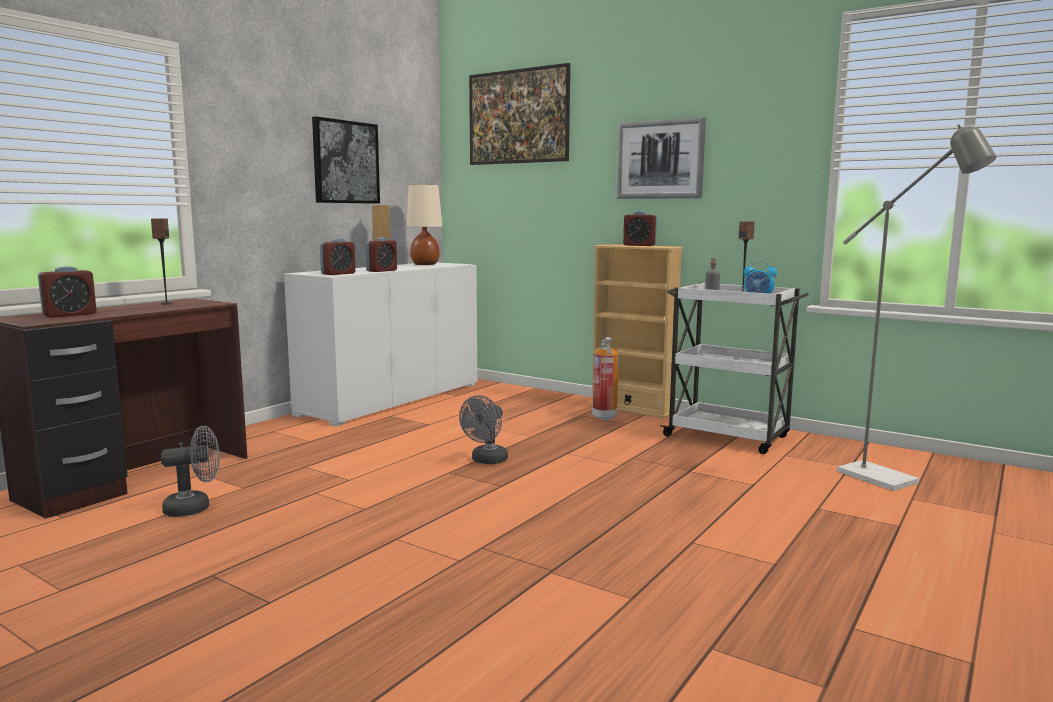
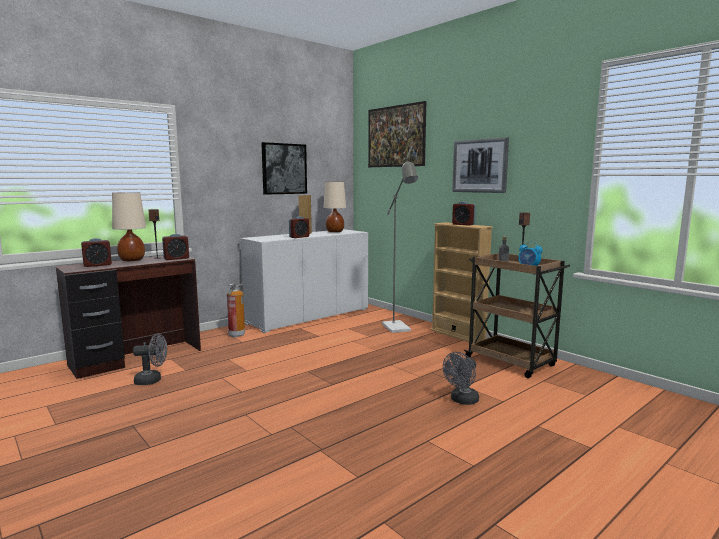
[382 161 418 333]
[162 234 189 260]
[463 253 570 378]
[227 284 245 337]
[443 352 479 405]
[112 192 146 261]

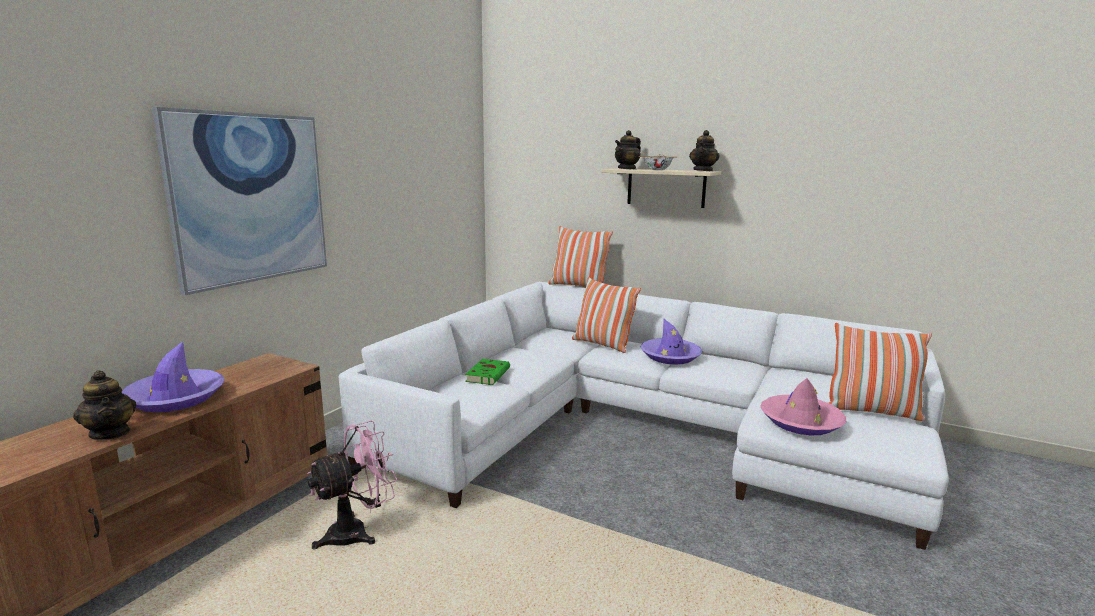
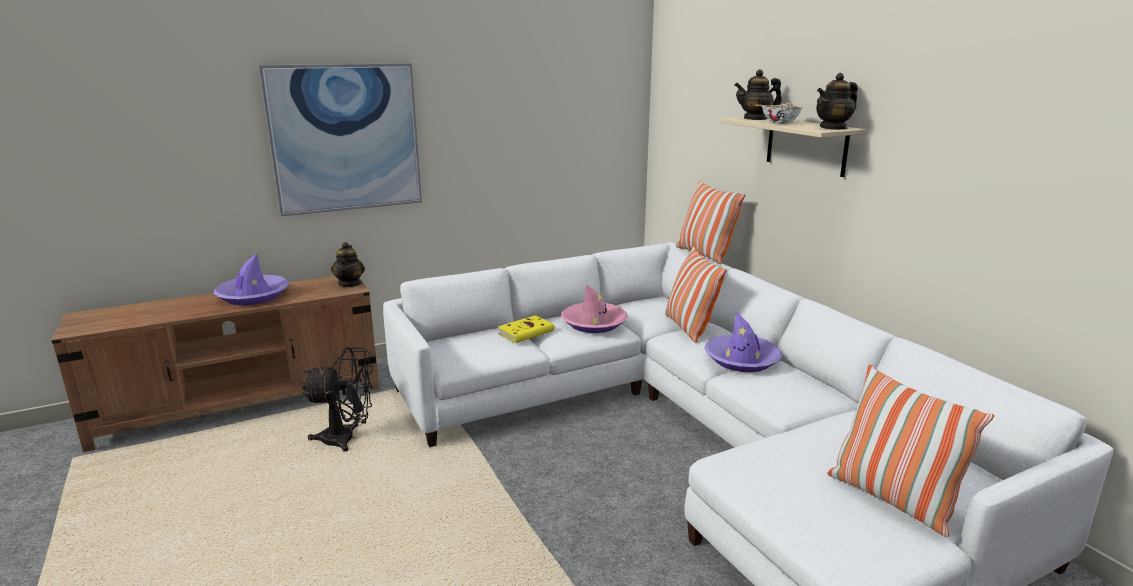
[498 315 554 343]
[331 242 365 287]
[561 285 628 333]
[302 347 374 452]

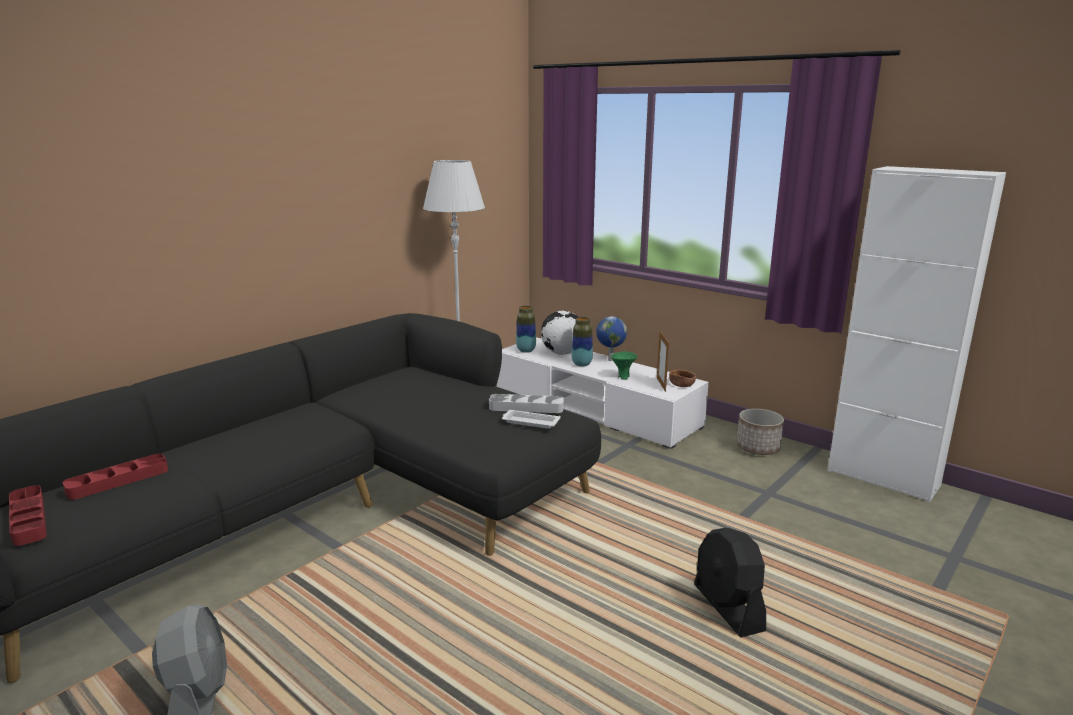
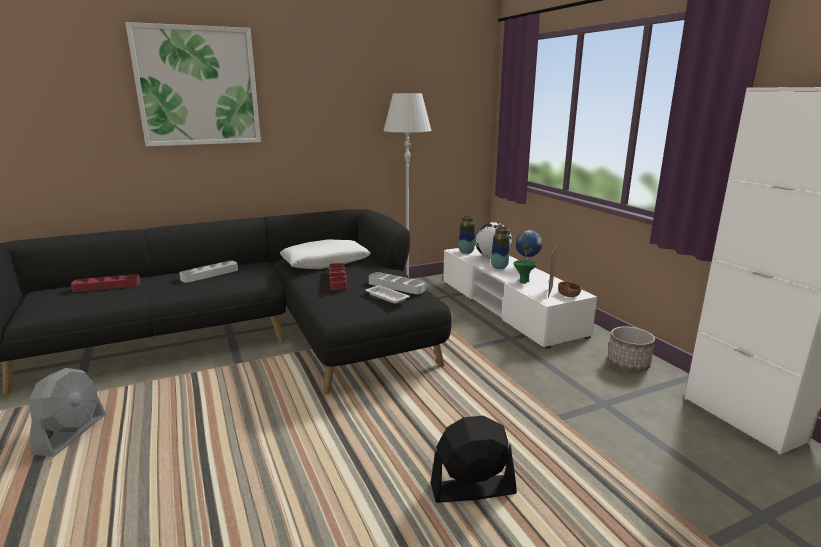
[329 263 347 290]
[431 416 517 503]
[125 22 261 147]
[280 239 371 269]
[179 261 238 283]

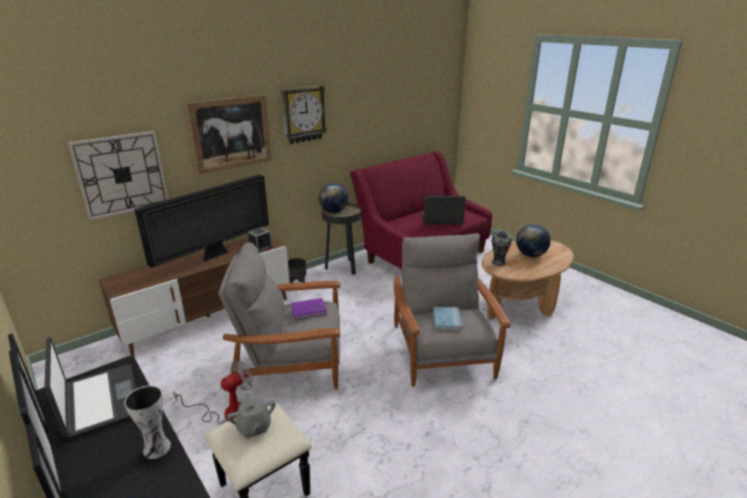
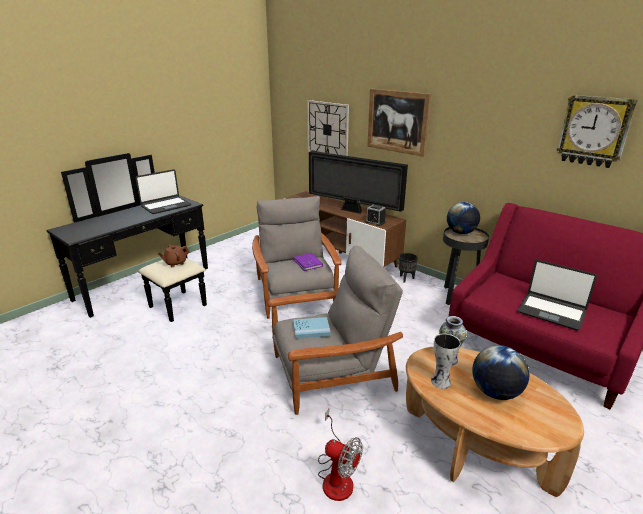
[557 95 638 168]
[518 260 597 330]
[318 409 363 501]
[431 334 461 389]
[158 245 189 267]

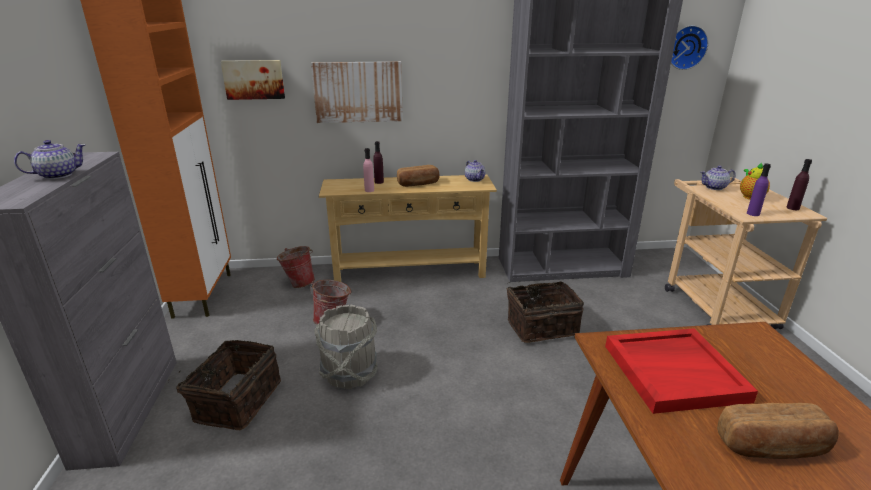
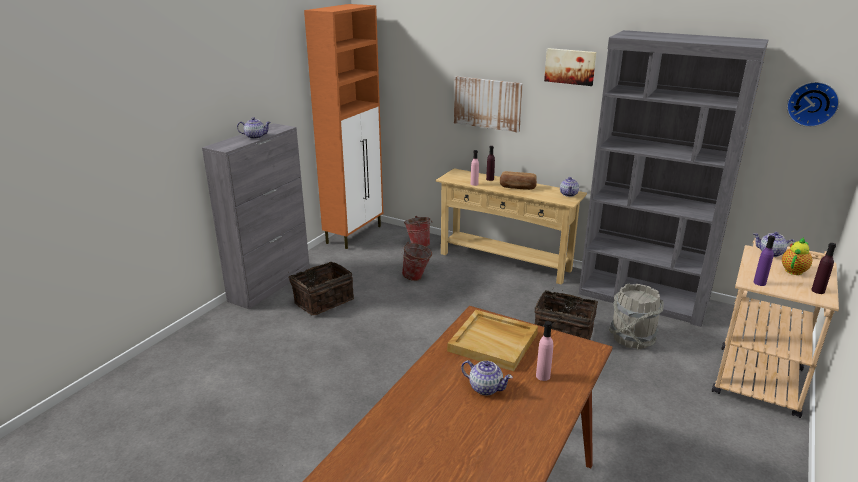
[544 48 597 86]
[609 284 664 349]
[447 310 538 371]
[461 360 513 395]
[536 321 553 381]

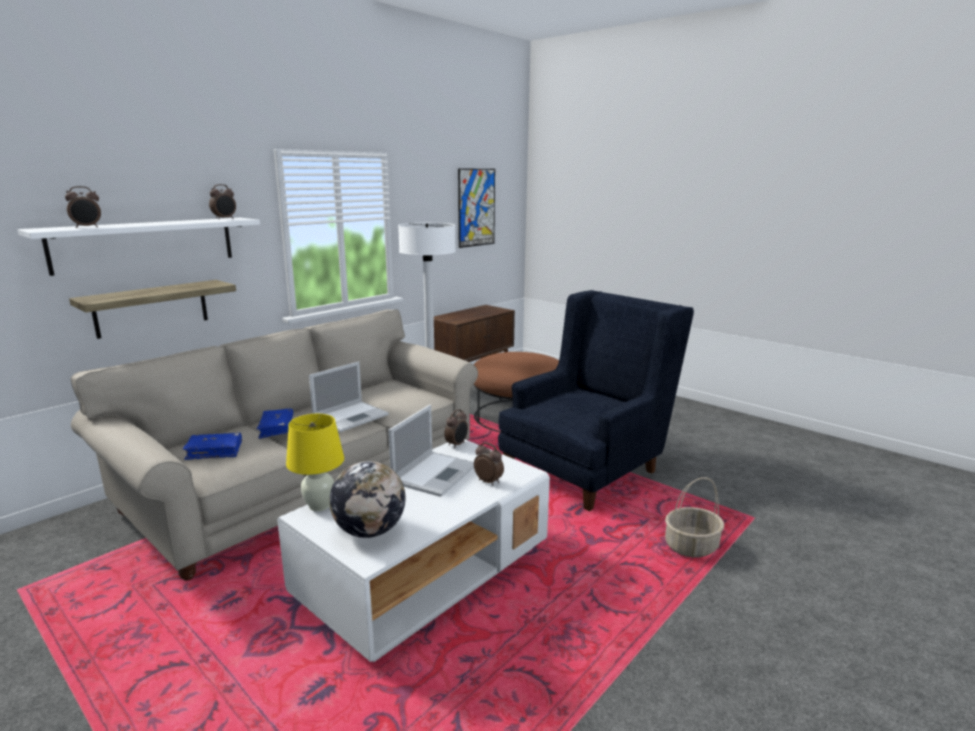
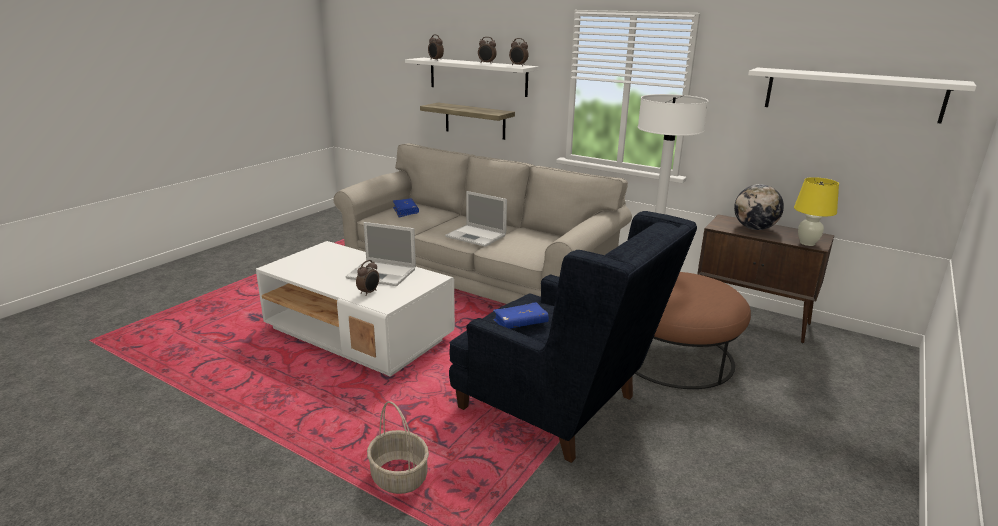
[748 67 976 124]
[493 302 549 329]
[478 37 497 63]
[794 177 839 246]
[734 184 784 230]

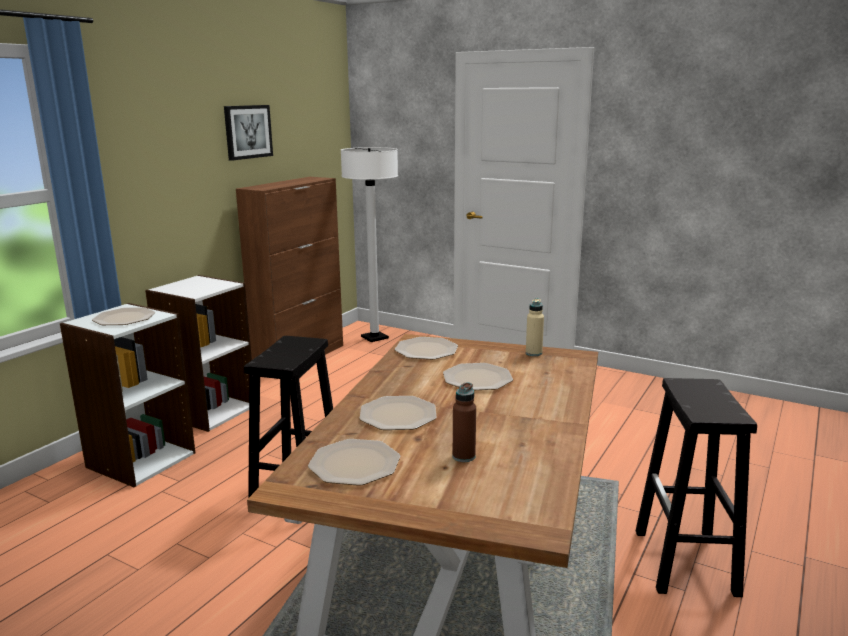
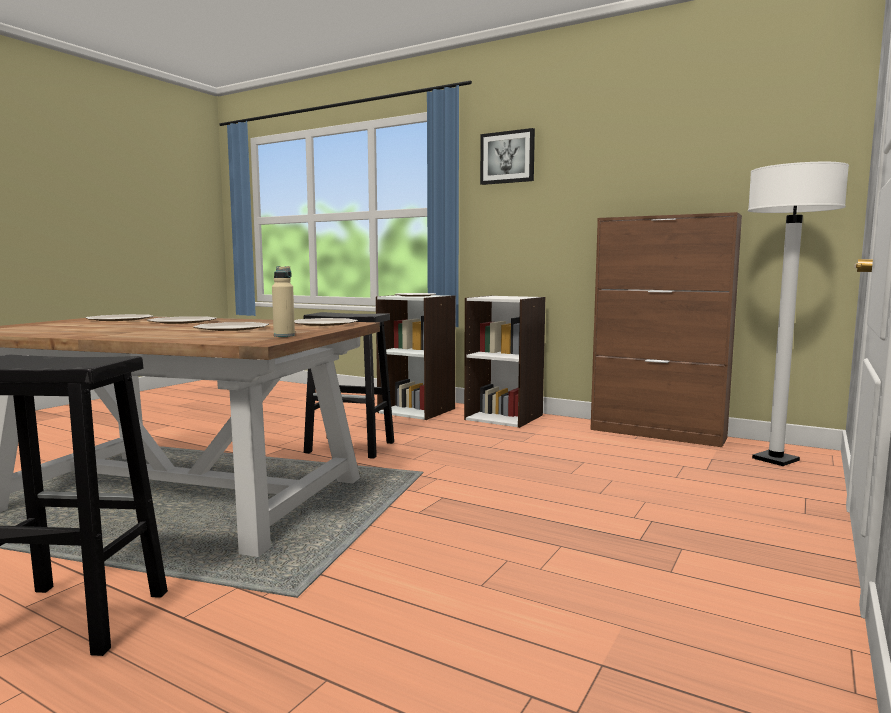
[480 128 535 185]
[453 382 476 462] (first image)

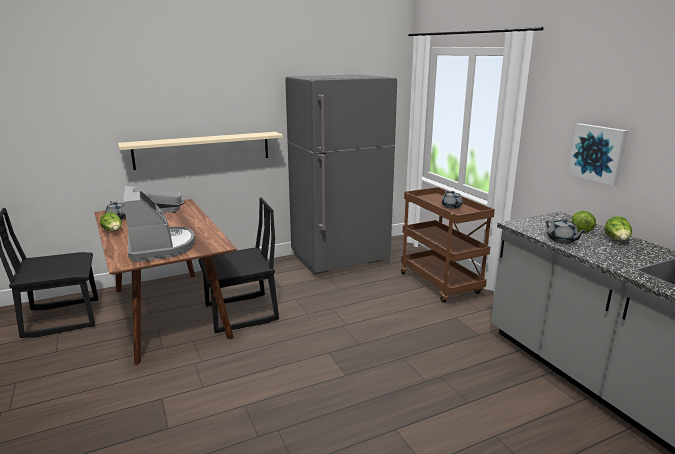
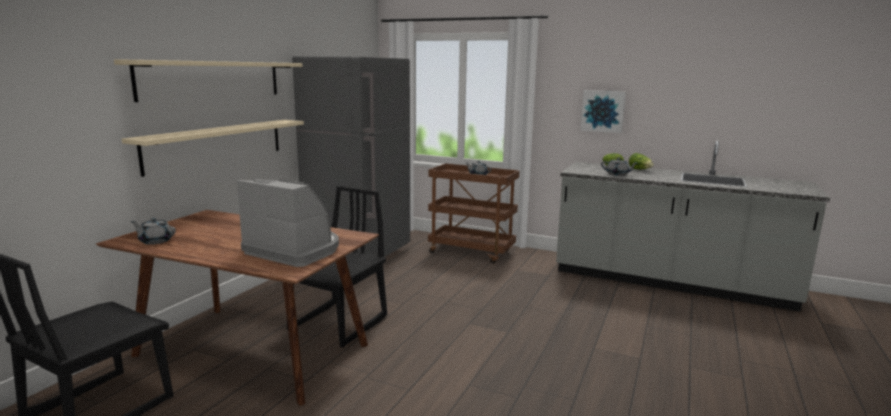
[100 212 122 231] (first image)
[114 59 303 102]

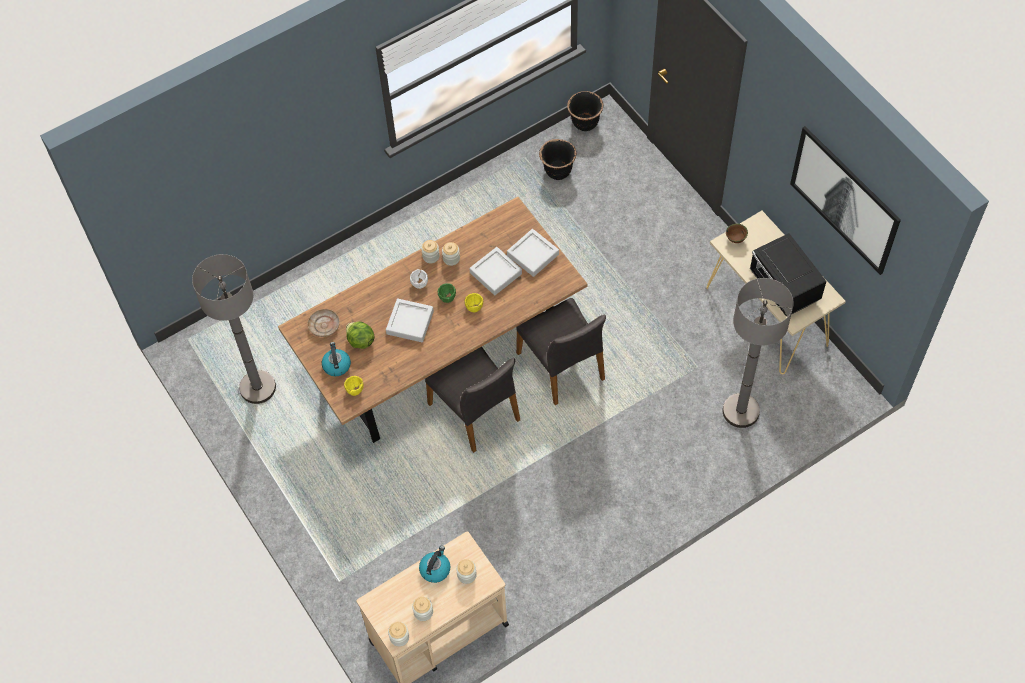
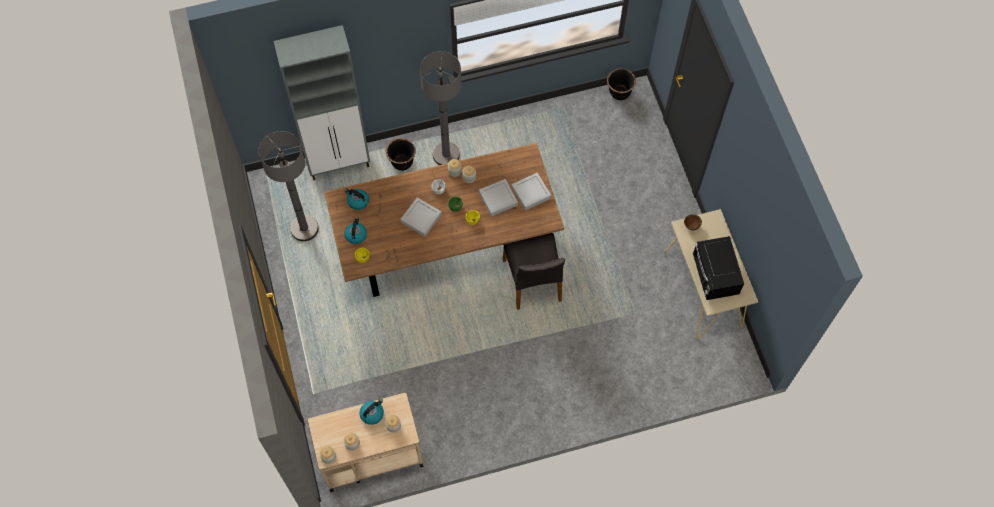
[790 126 901 275] (first image)
[385 138 416 171]
[420 51 462 165]
[345 189 369 210]
[346 322 375 349] (first image)
[425 347 520 453] (first image)
[274 25 370 180]

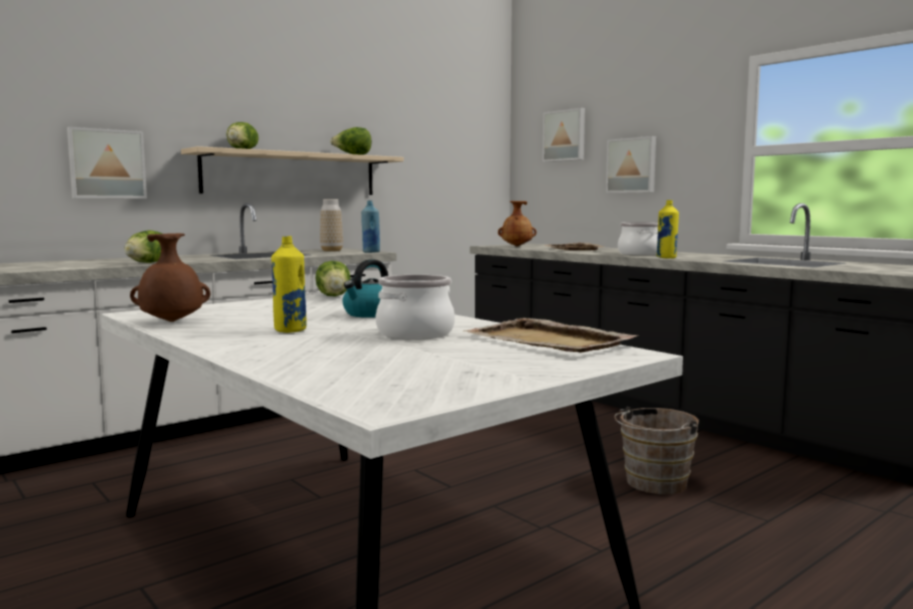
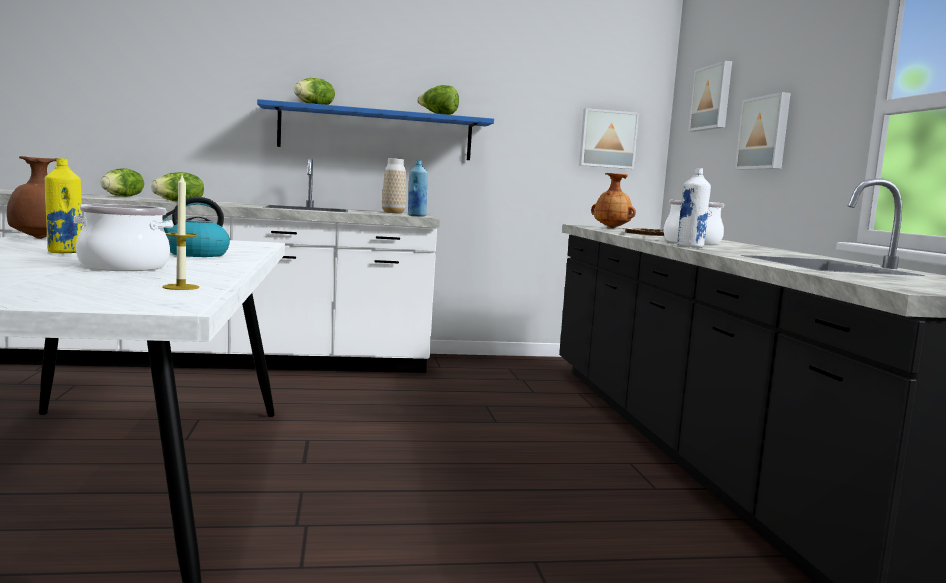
[579 108 639 169]
[257 99 494 160]
[677 168 711 248]
[100 168 144 197]
[163 175 199 290]
[614 407 699 494] (first image)

